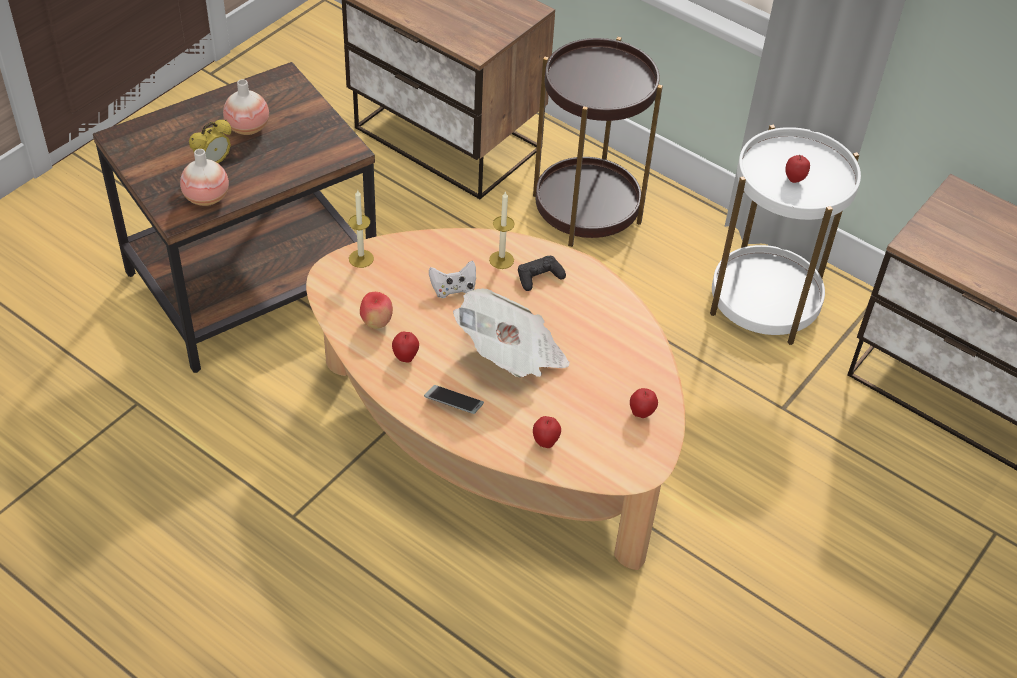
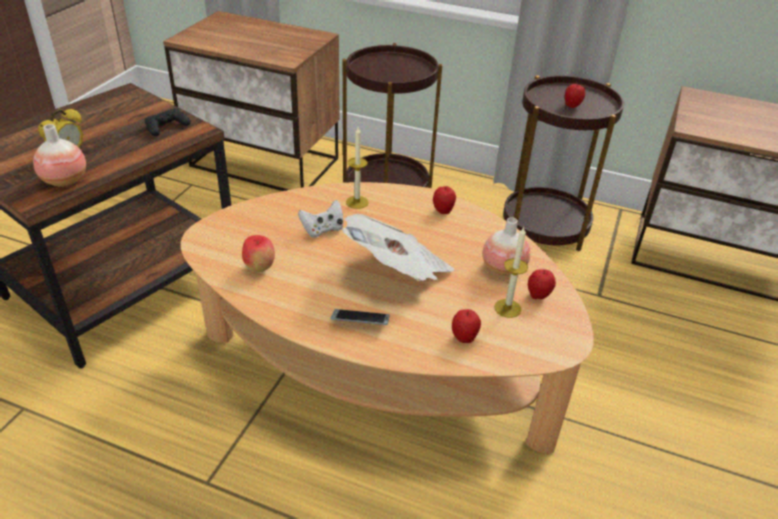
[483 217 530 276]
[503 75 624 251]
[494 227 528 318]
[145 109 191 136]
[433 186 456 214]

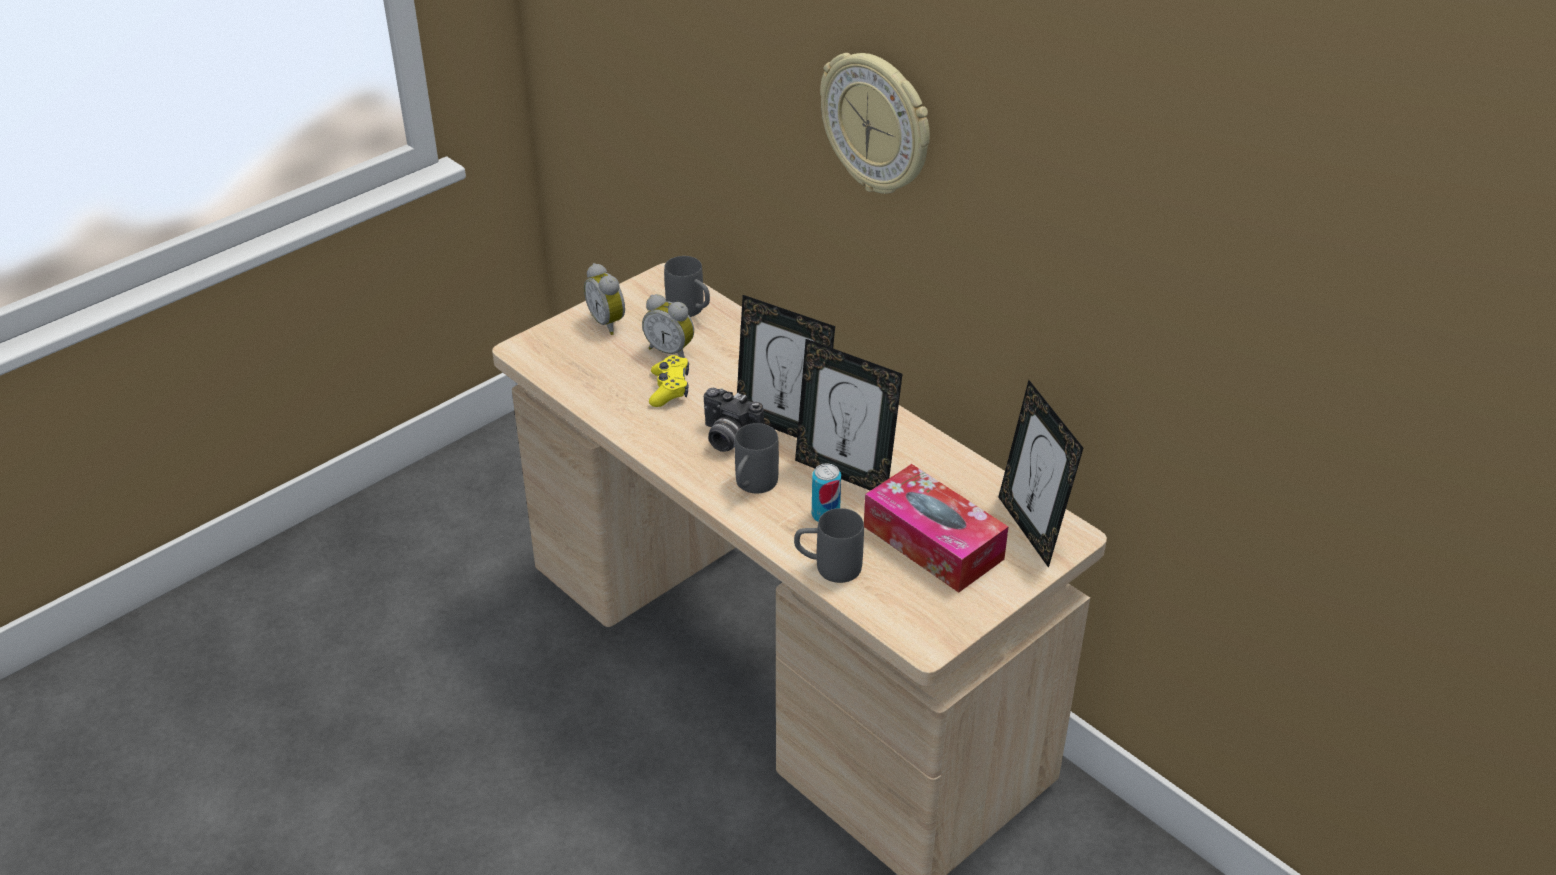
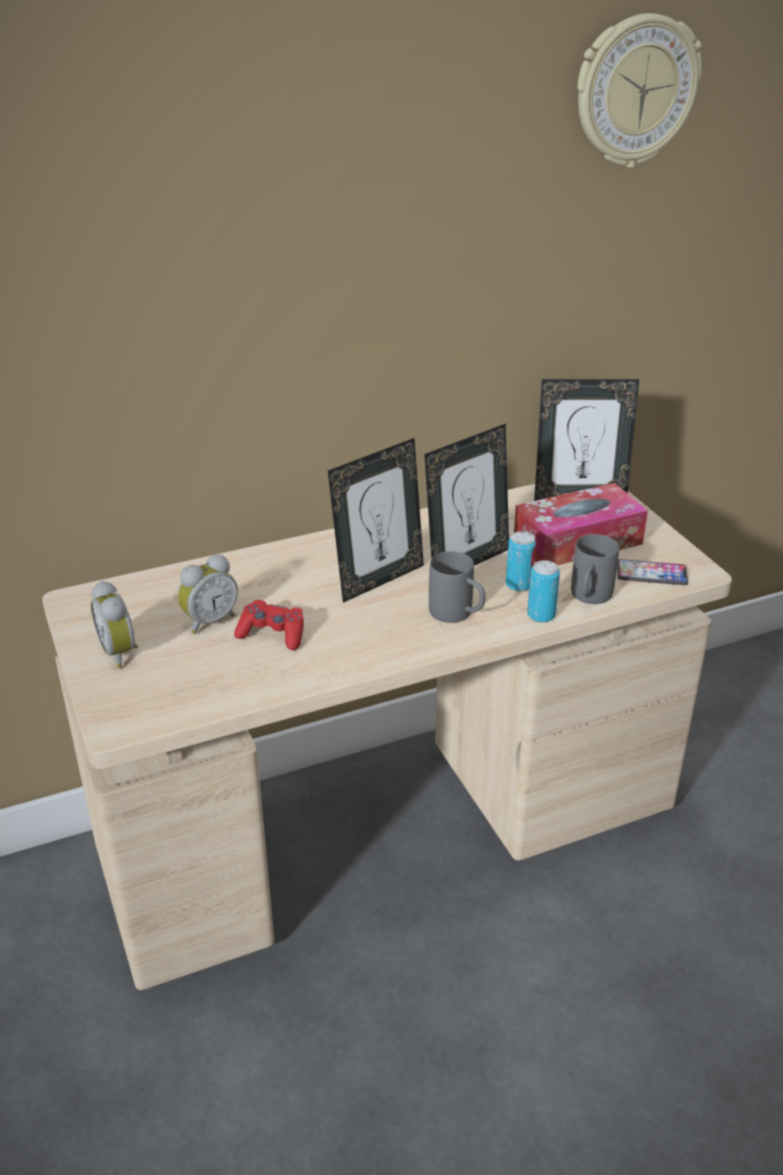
[577 13 702 168]
[664 256 710 317] (first image)
[91 581 138 668]
[234 600 304 650]
[704 388 765 452] (first image)
[617 559 688 585]
[527 560 560 623]

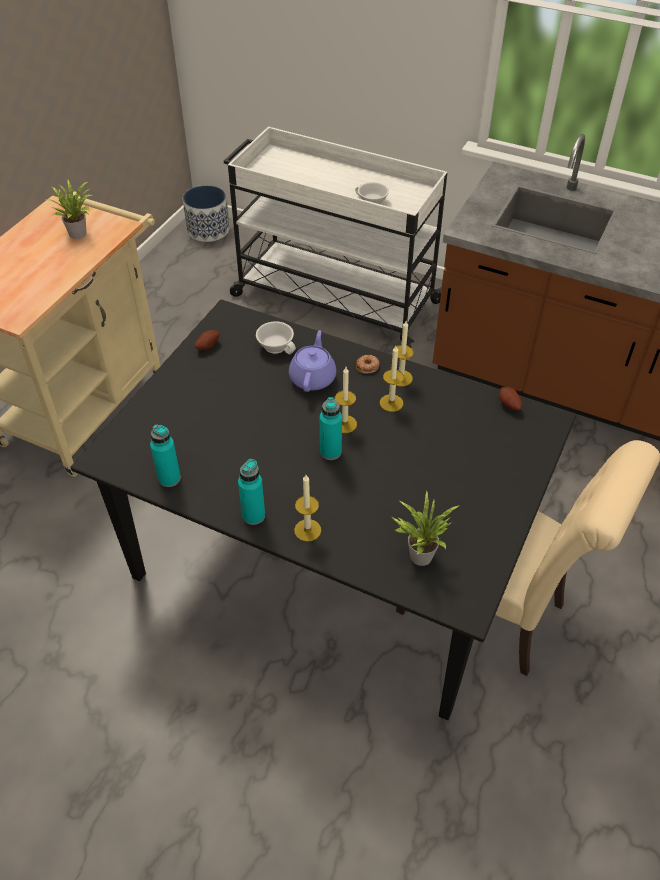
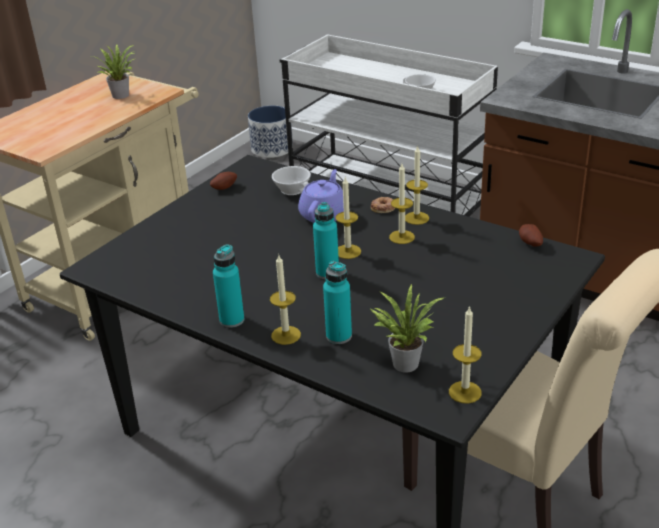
[323 261 352 344]
[449 306 482 404]

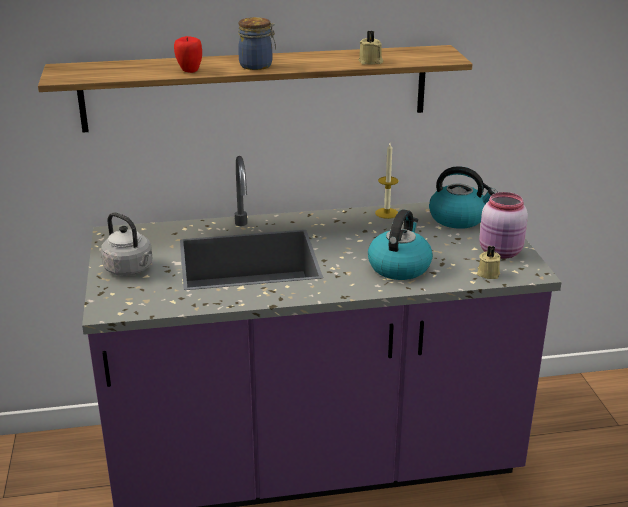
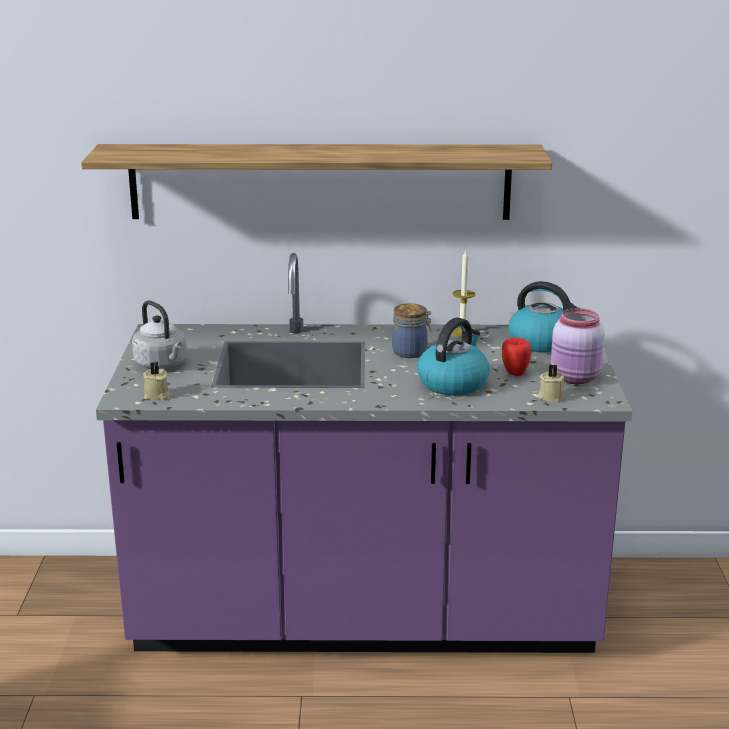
[392 303 431 358]
[143 362 170 400]
[502 337 531 376]

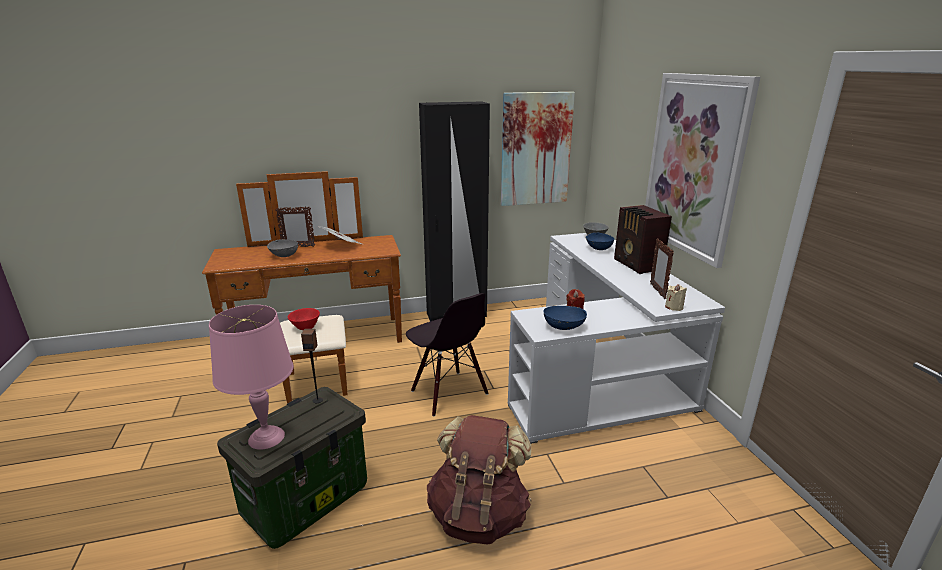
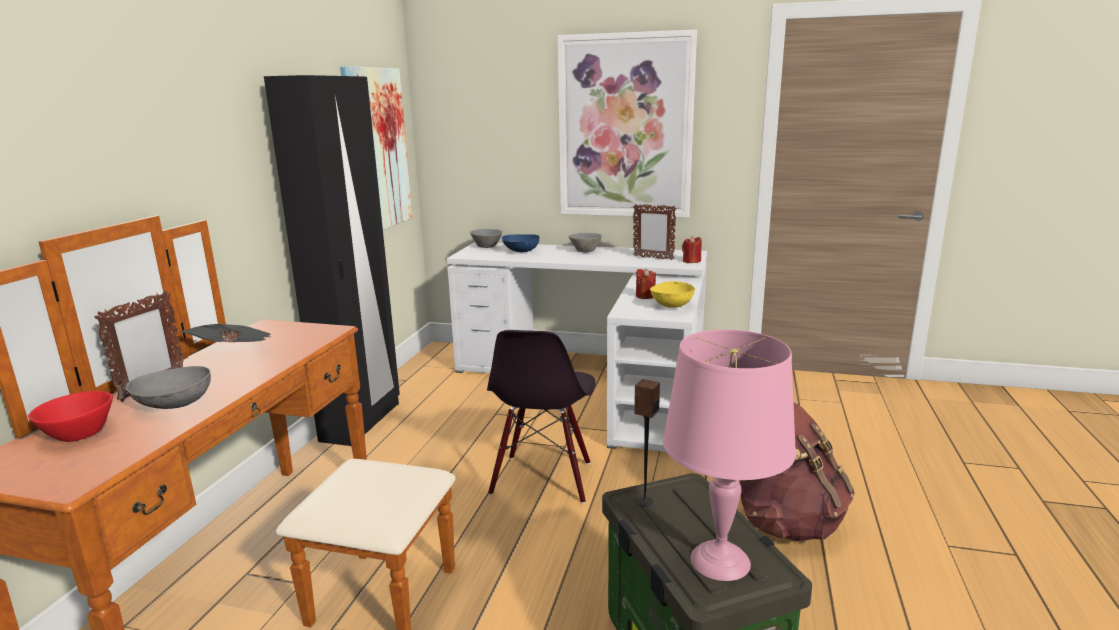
[569 233 602 252]
[682 236 702 263]
[487 330 596 504]
[650 281 695 308]
[28 391 113 442]

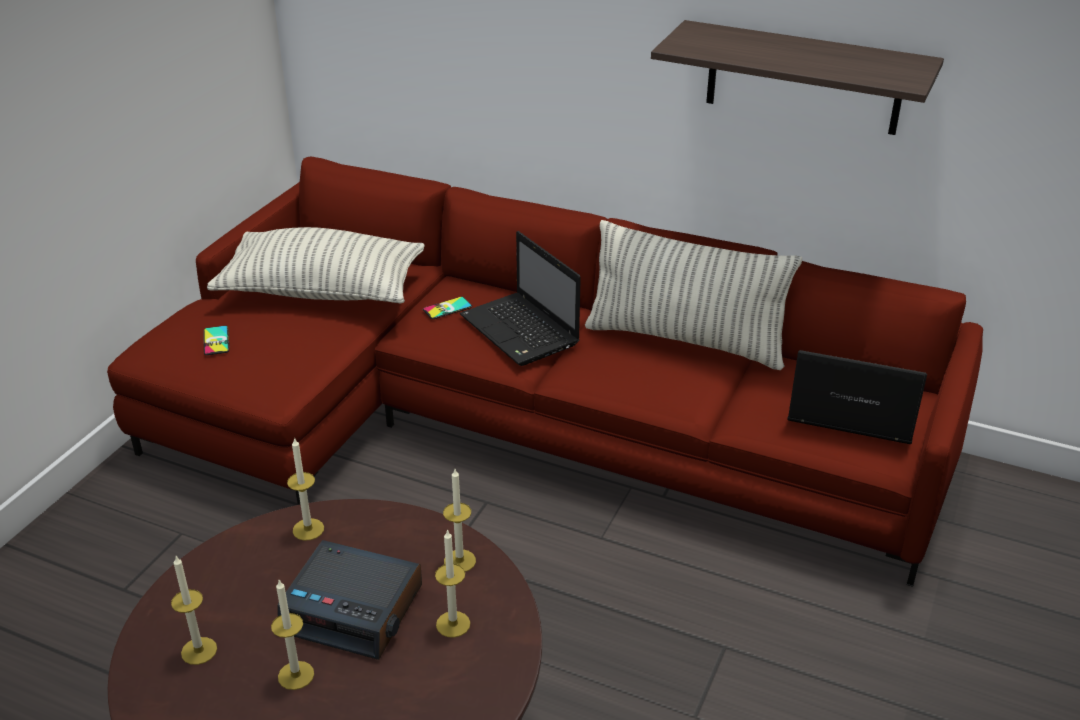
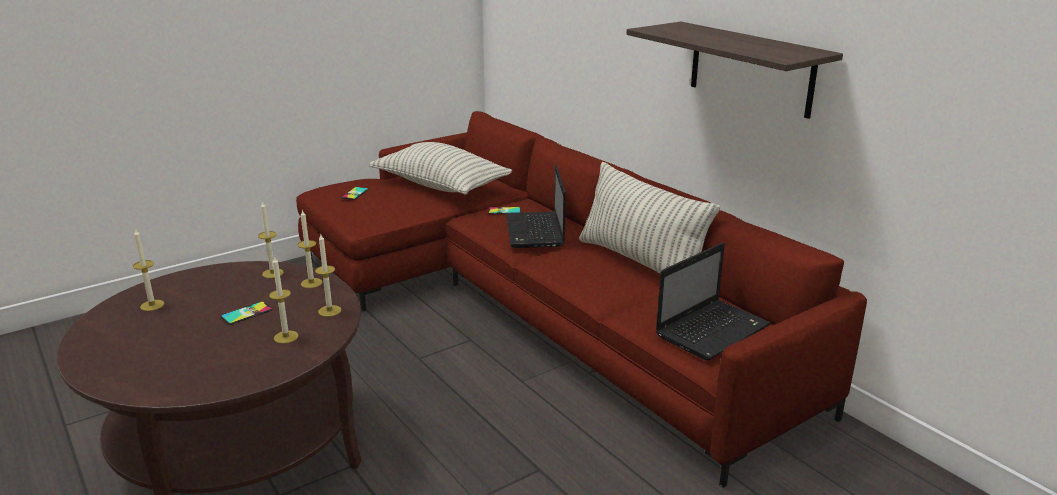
[656 242 771 361]
[221 301 272 325]
[297 209 323 288]

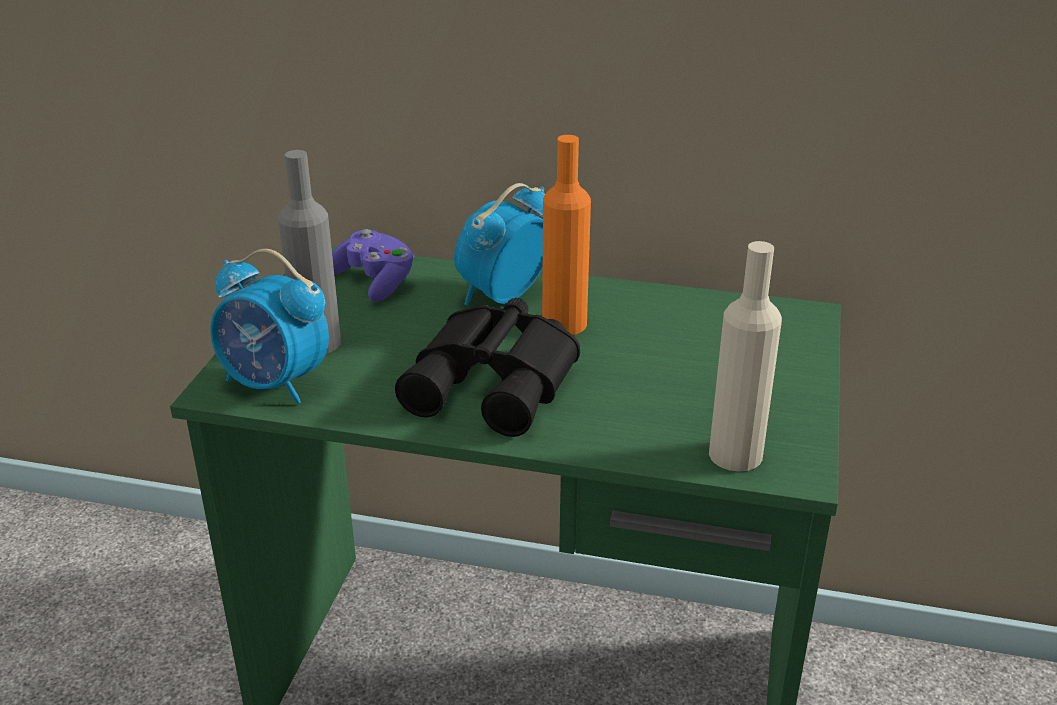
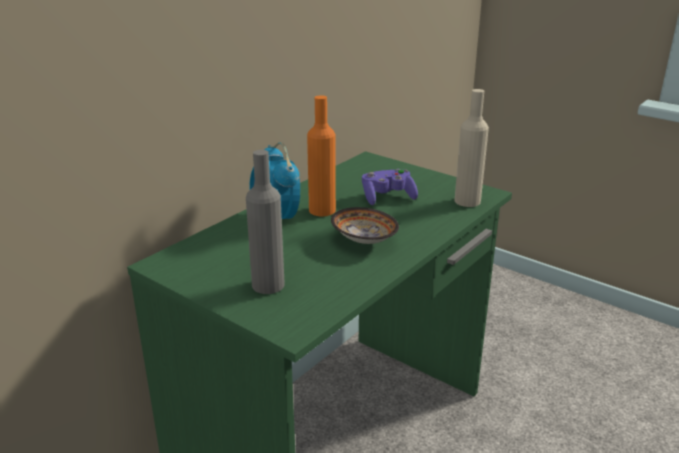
[362 169 418 205]
[210 249 329 404] (first image)
[331 207 399 244]

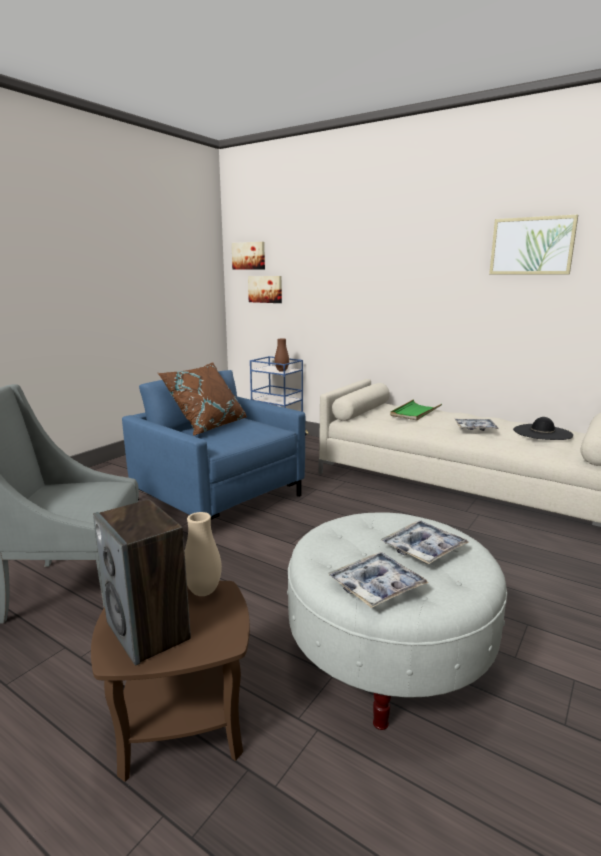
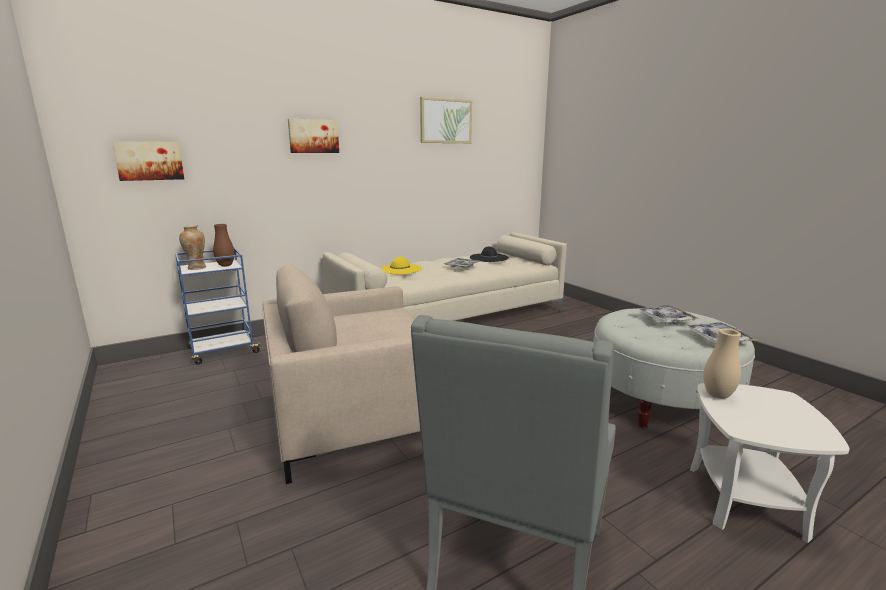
[288 119 339 153]
[158 362 247 436] (first image)
[262 264 420 484]
[381 257 422 274]
[93 499 191 666] (first image)
[690 383 850 543]
[179 225 206 270]

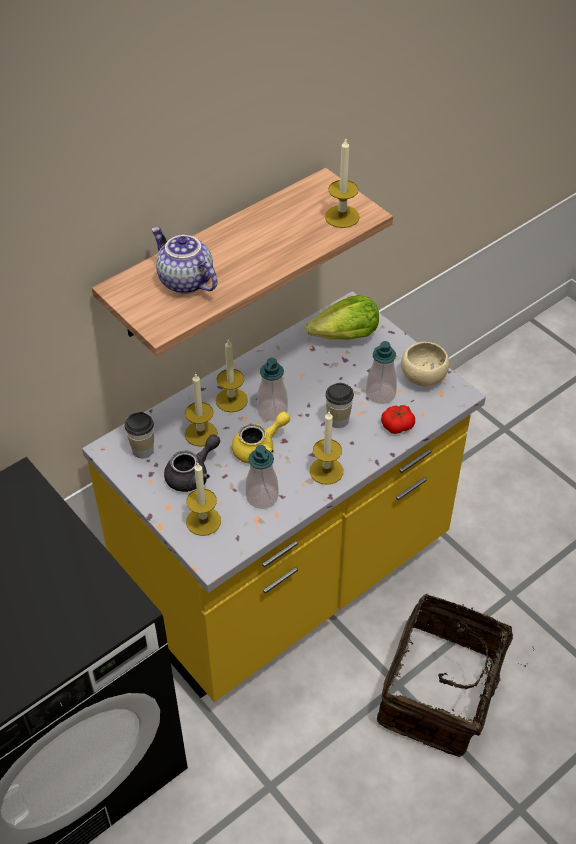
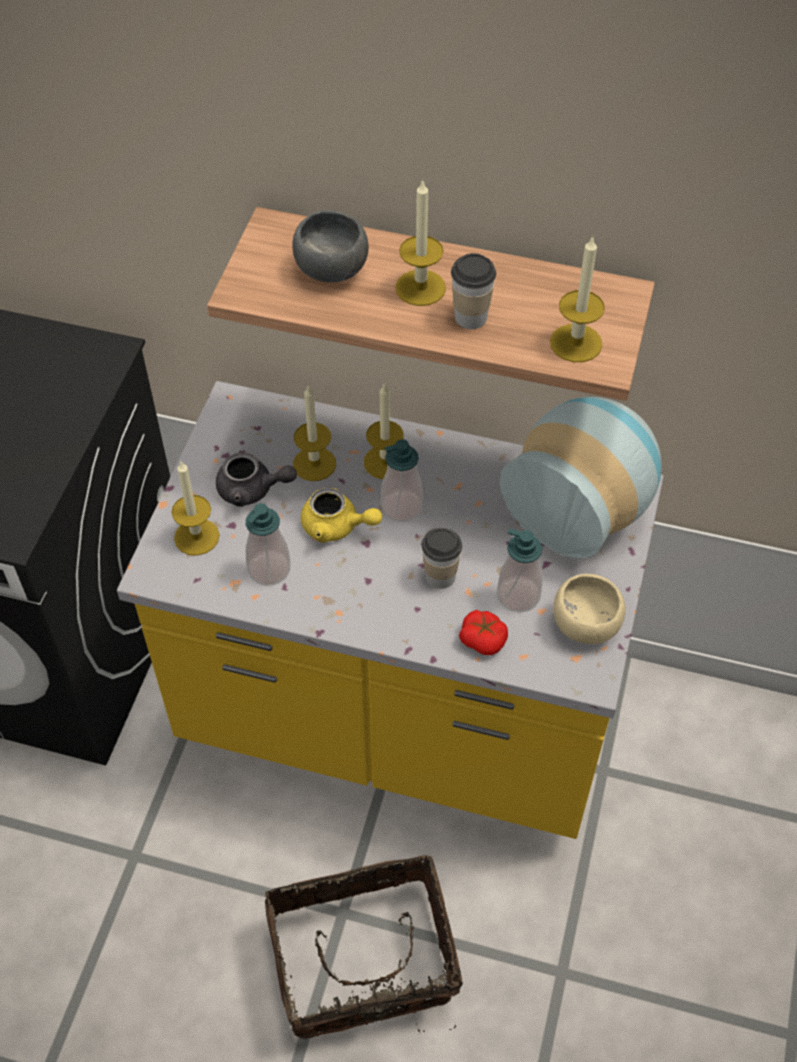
[292 210 369 282]
[500 397 662 559]
[451 253 496 329]
[395 179 446 306]

